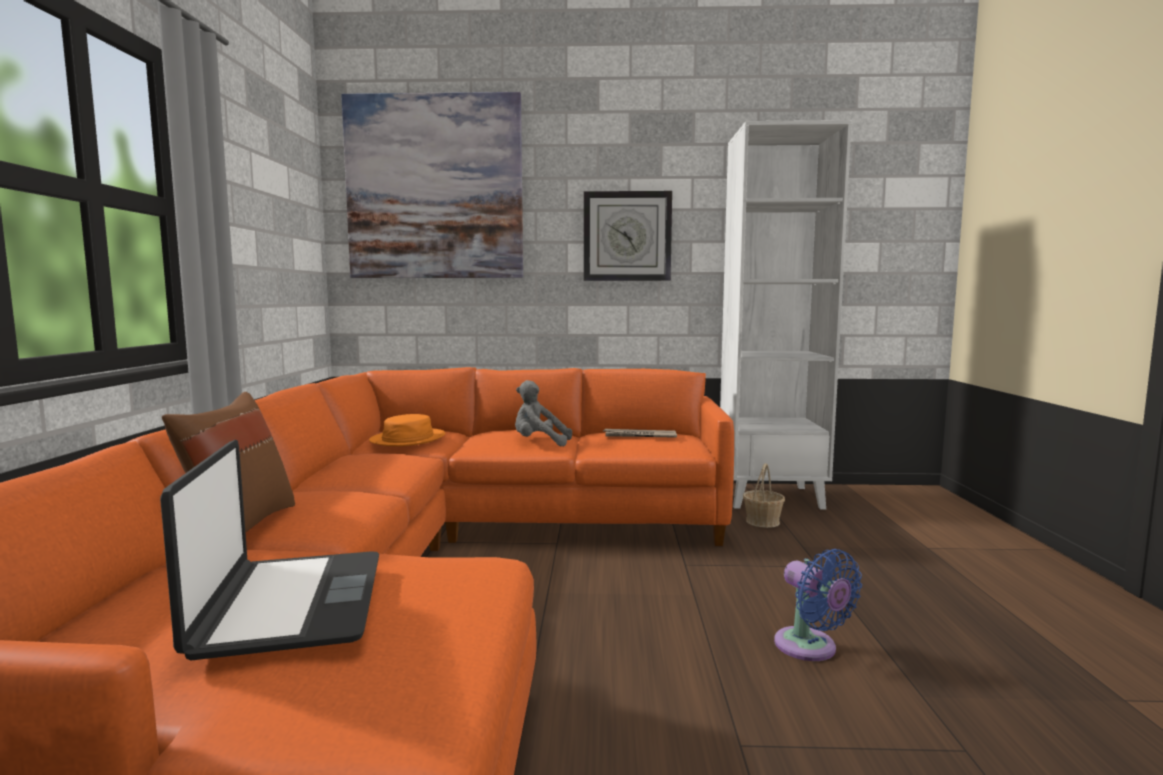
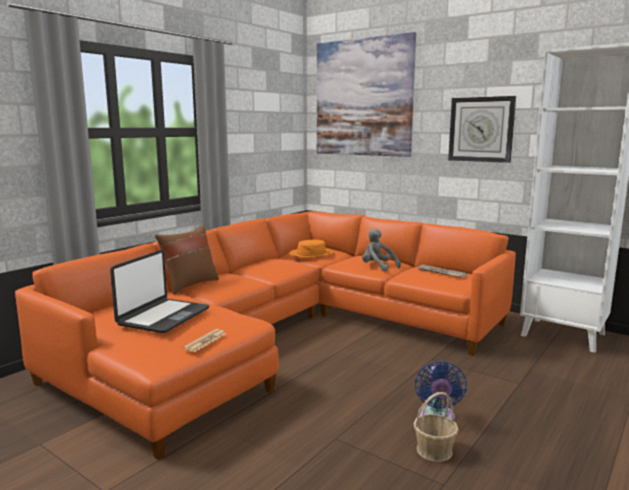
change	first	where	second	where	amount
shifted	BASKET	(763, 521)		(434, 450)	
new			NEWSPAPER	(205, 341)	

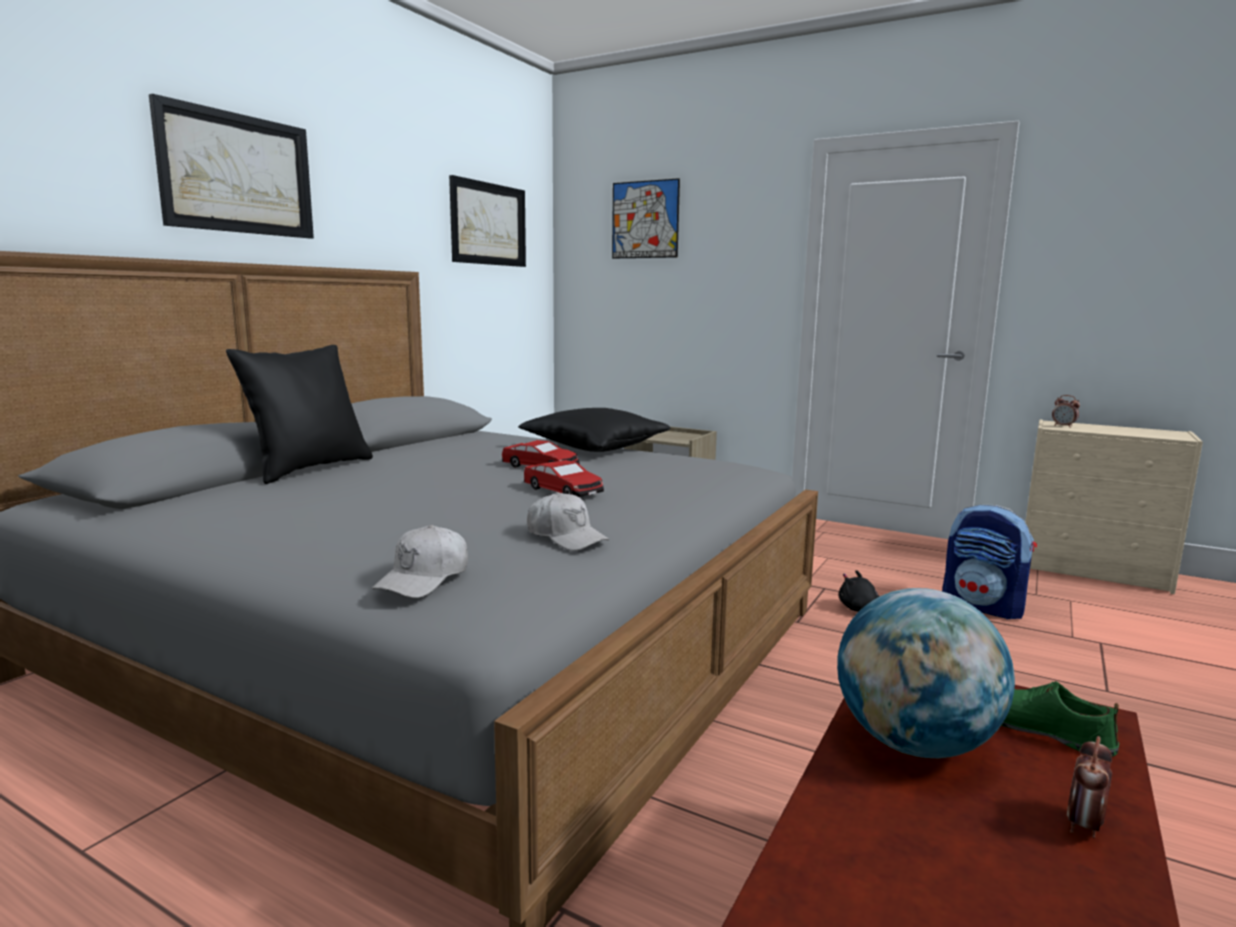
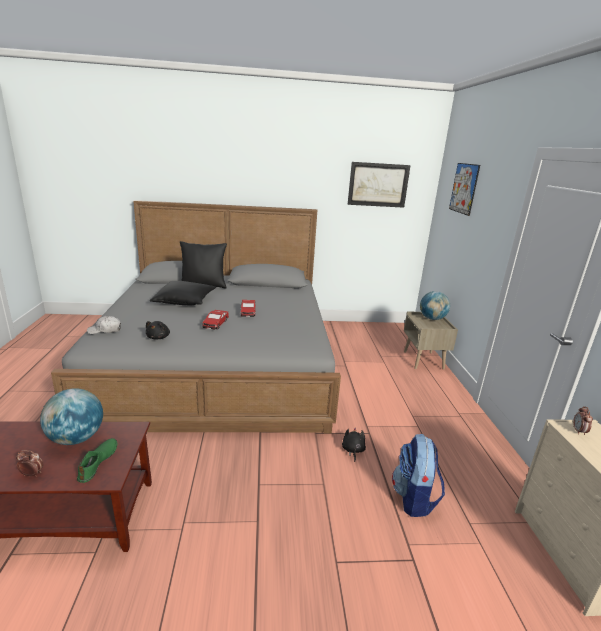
change	first	where	second	where	amount
gone	PICTURE	(237, 174)			
shifted	BLACK PILLOW	(594, 448)		(185, 301)	
swapped	WHITE CAP	(566, 537)	BLACK PLUSH TOY	(159, 337)	
new			GLOBE	(432, 319)	

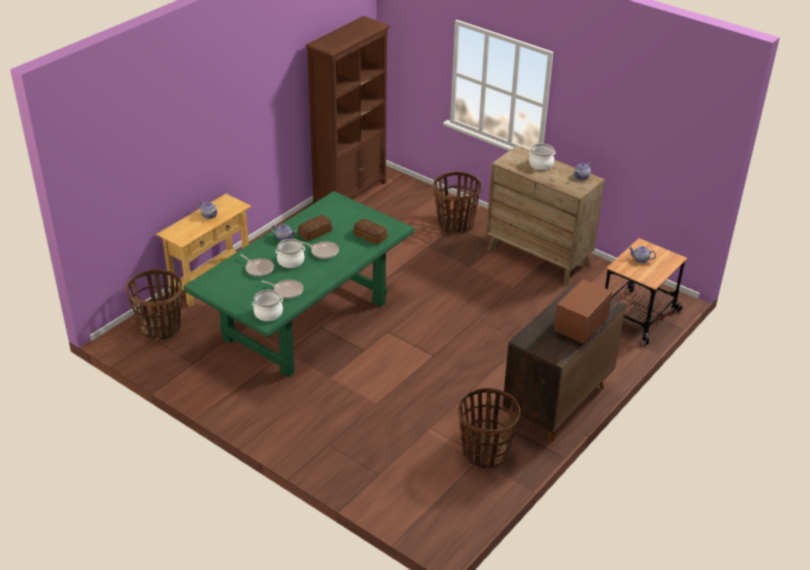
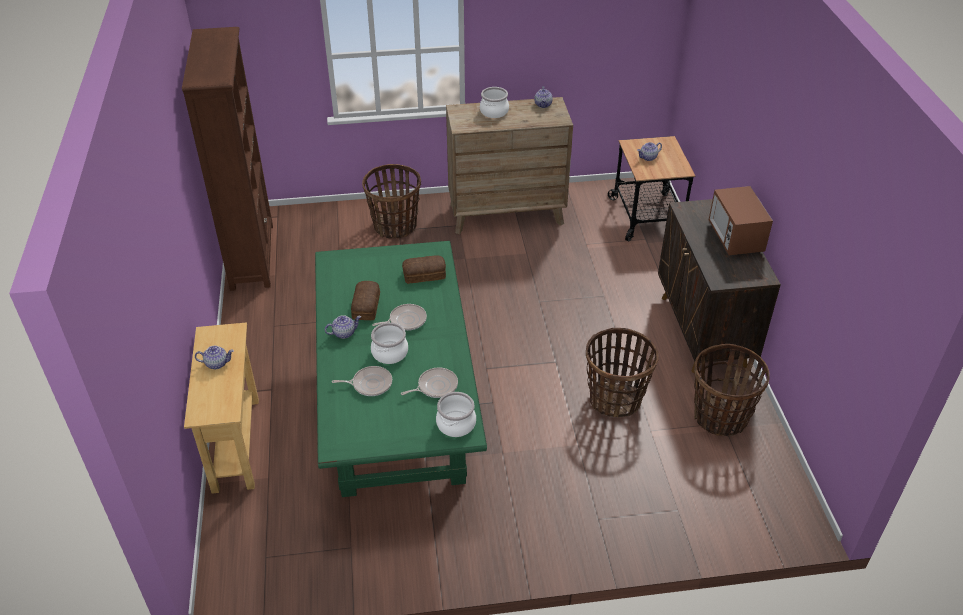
change	first	where	second	where	amount
shifted	BASKET	(160, 327)		(615, 399)	

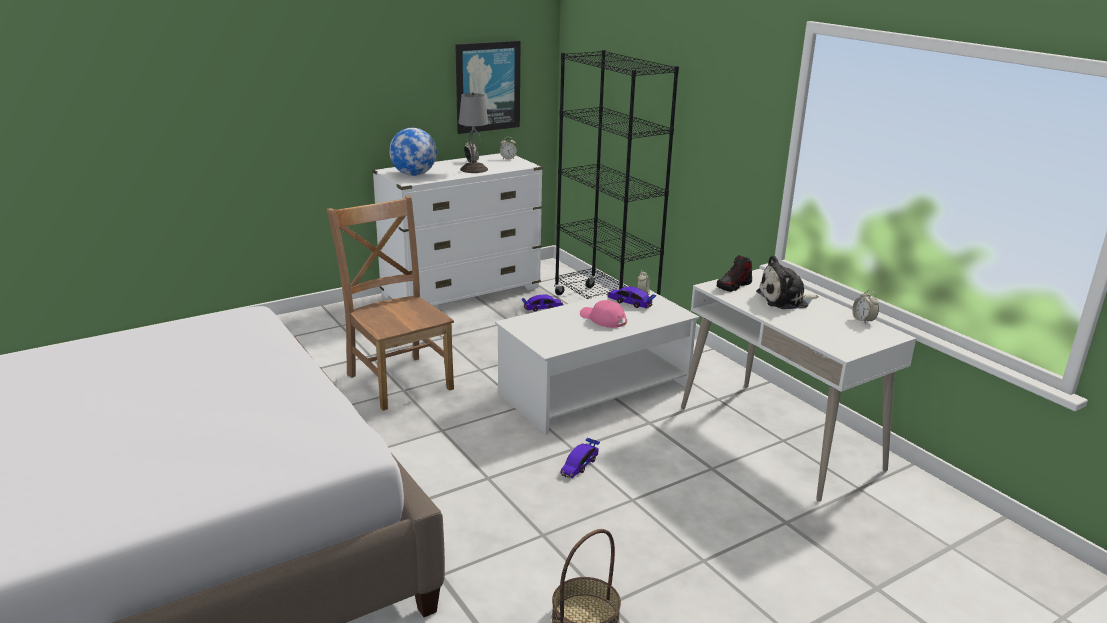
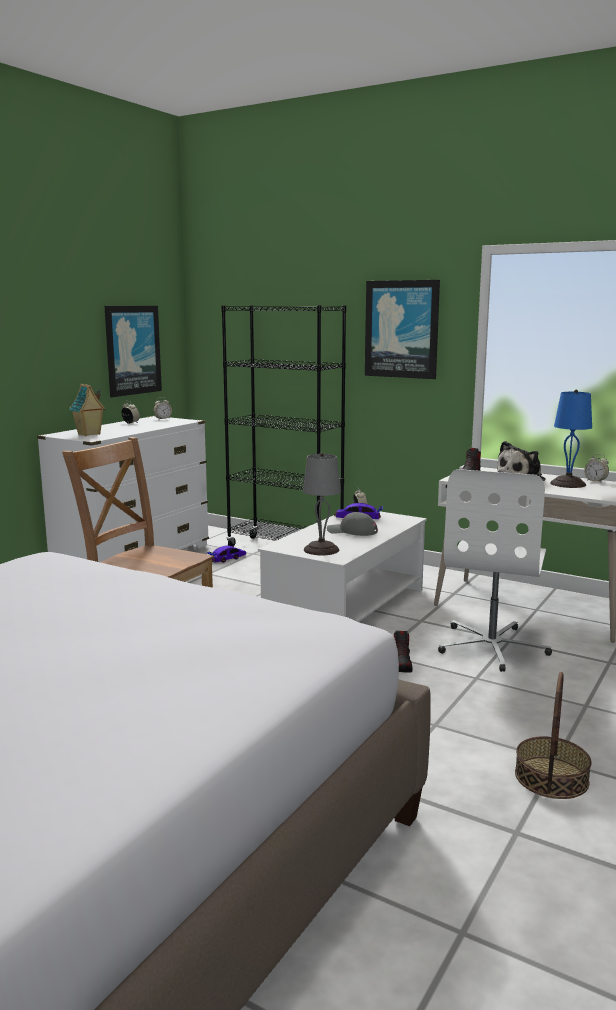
change	first	where	second	where	amount
swapped	GLOBE	(414, 174)	TOY HOUSE	(89, 434)	
shifted	GREY TABLE LAMP	(473, 169)		(321, 550)	
swapped	TOY CAR	(579, 465)	SHOE	(401, 664)	
repainted	PINK CAP	(602, 319)	GREY CAP	(352, 531)	
new			PICTURE	(402, 329)	
new			WHITE OFFICE CHAIR	(492, 646)	
new			BLUE TABLE LAMP	(567, 484)	

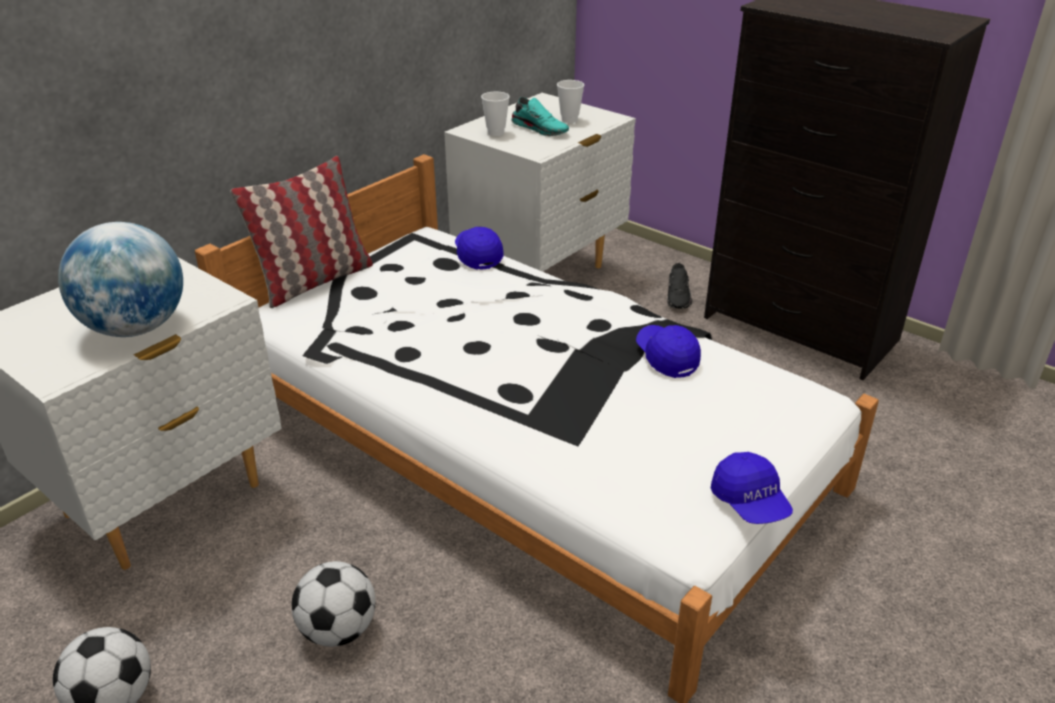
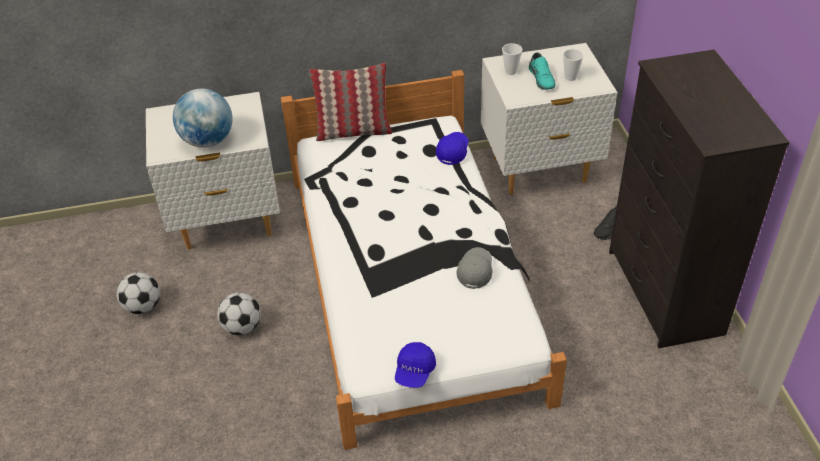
change	first	where	second	where	amount
repainted	BLUE CAP	(666, 358)	GREY CAP	(475, 272)	

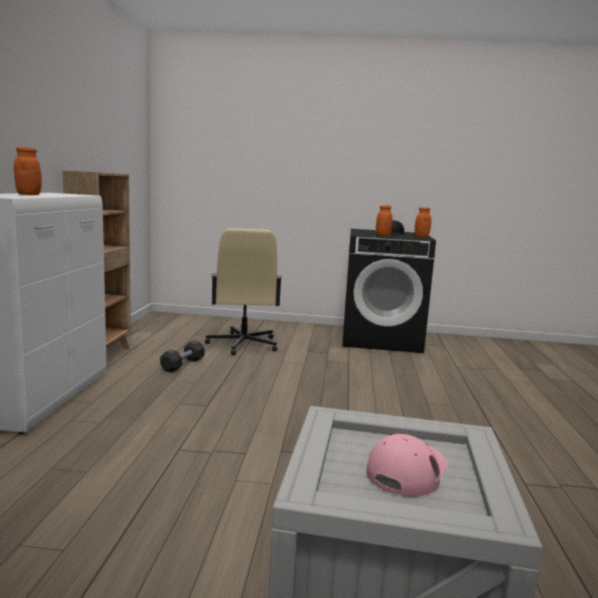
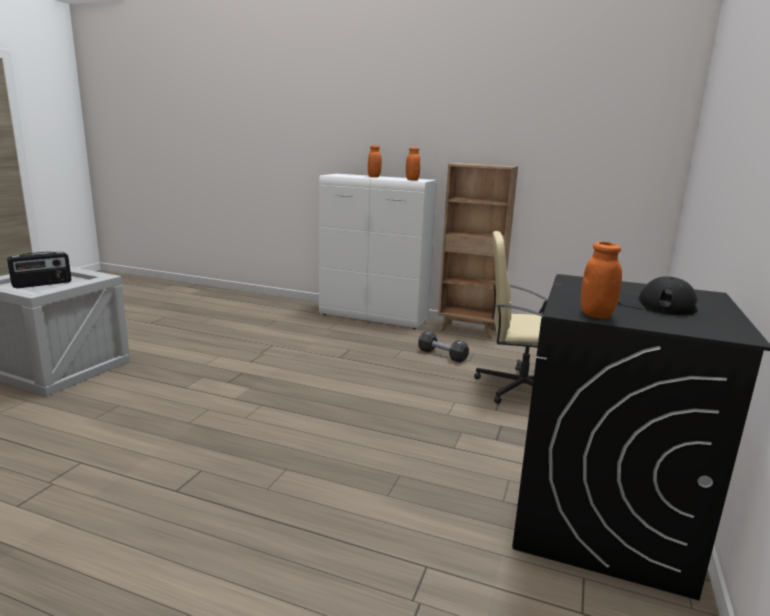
change	first	where	second	where	amount
swapped	PINK CAP	(408, 470)	RADIO	(42, 284)	
shifted	ORANGE JAR	(383, 235)		(412, 180)	

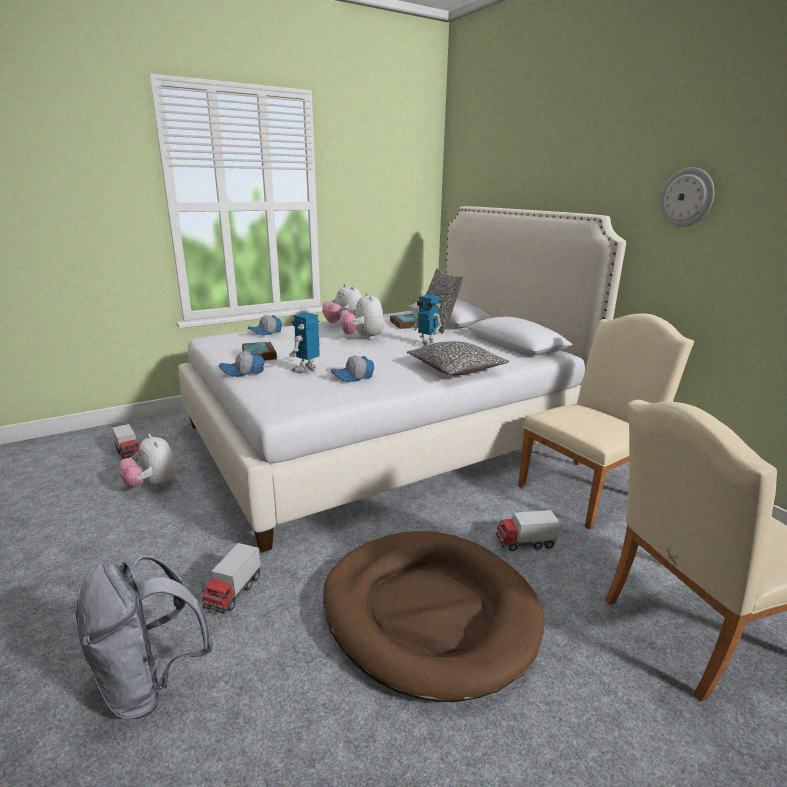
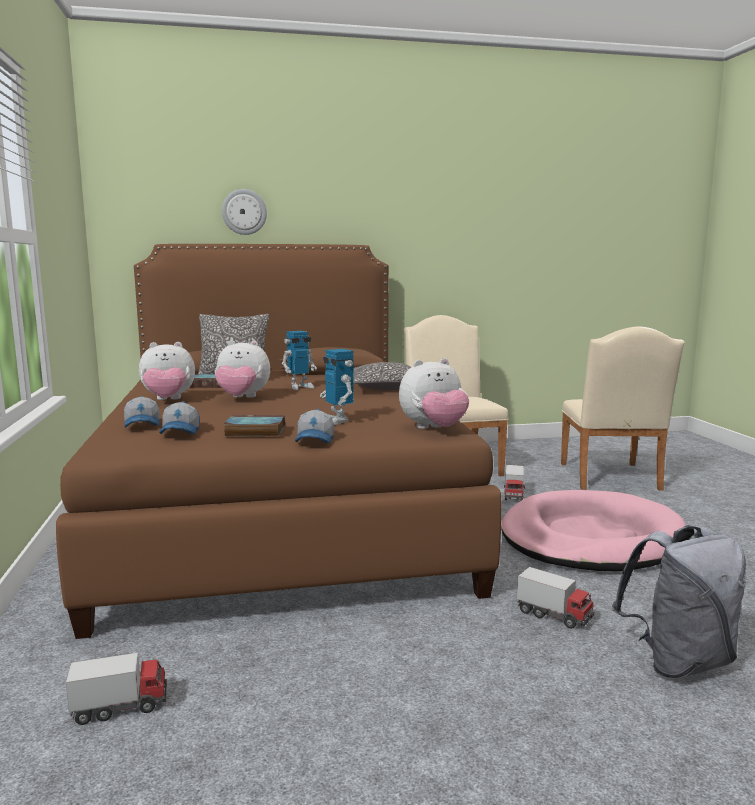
change	first	where	second	where	amount
shifted	PLUSH TOY	(153, 485)		(434, 429)	
repainted	WHITE BED	(384, 434)	BROWN BED	(279, 512)	
repainted	BROWN DOG BED	(429, 613)	PINK DOG BED	(590, 538)	
shifted	CAP	(353, 377)		(181, 431)	
shifted	WALL CLOCK	(687, 197)		(244, 212)	

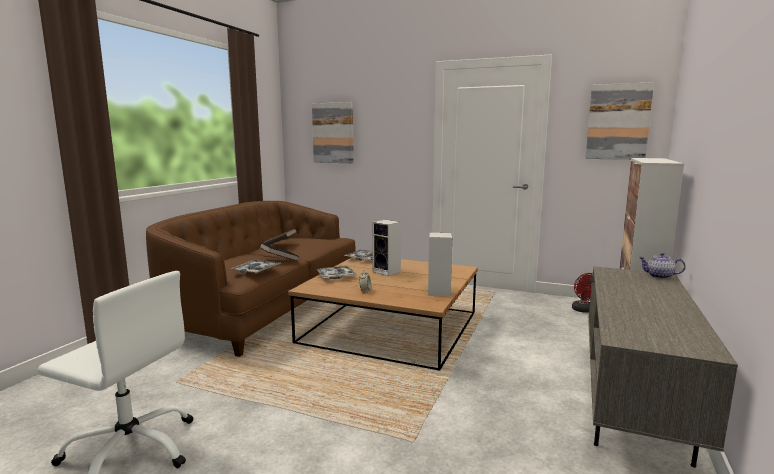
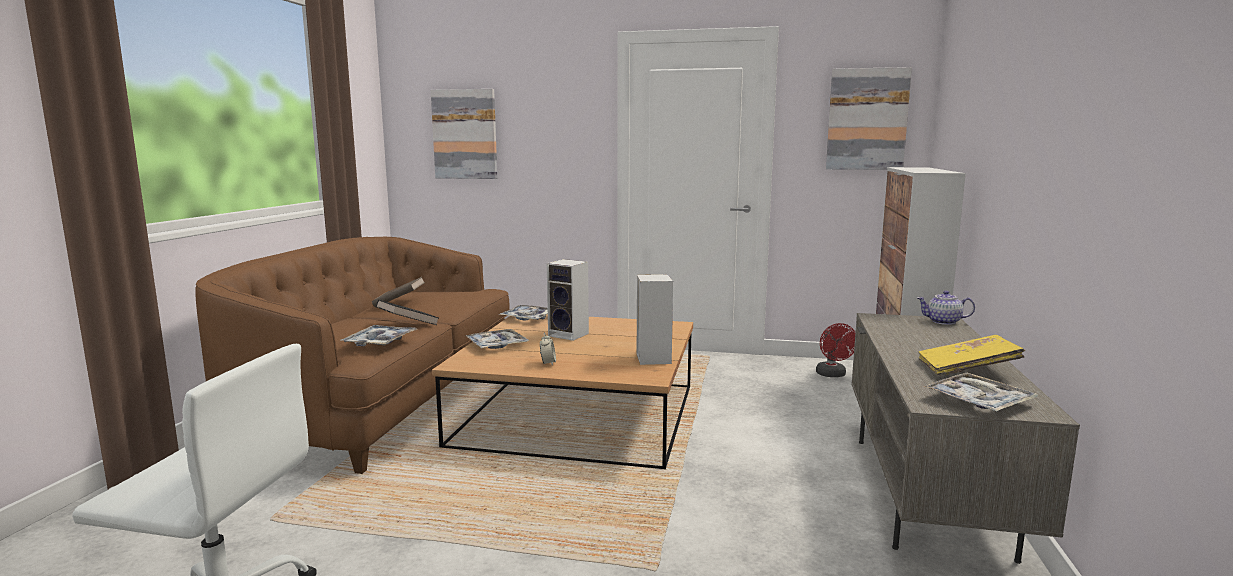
change	first	where	second	where	amount
new			YELLOW BOOK	(967, 370)	
new			TRAY	(979, 401)	

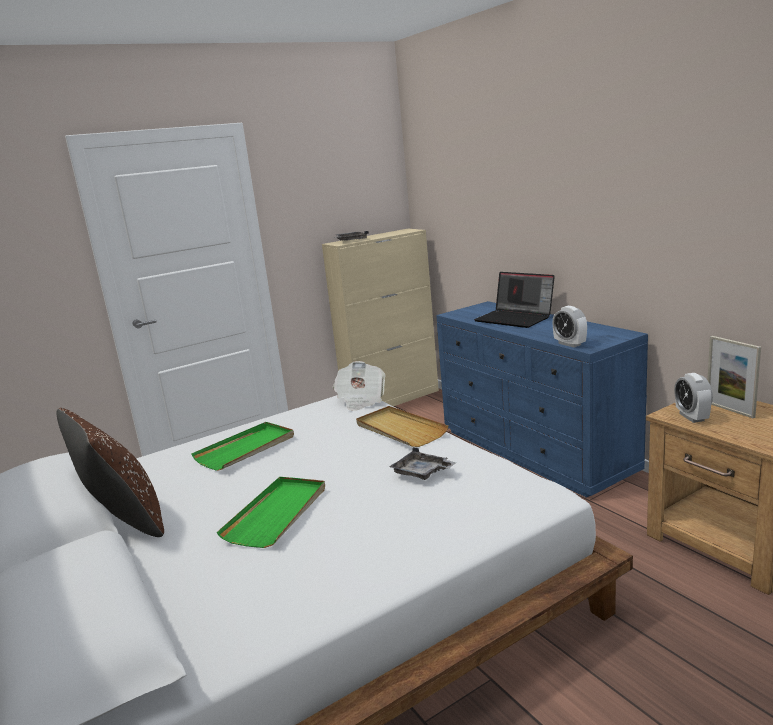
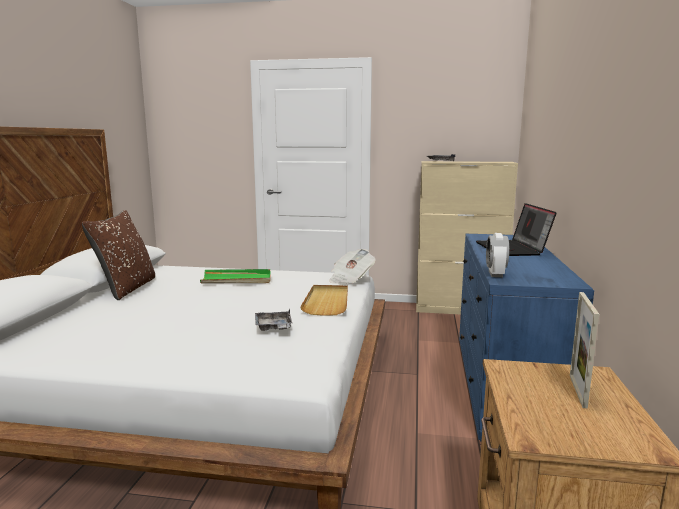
change	first	where	second	where	amount
gone	GREEN TRAY	(277, 514)			
gone	ALARM CLOCK	(691, 417)			

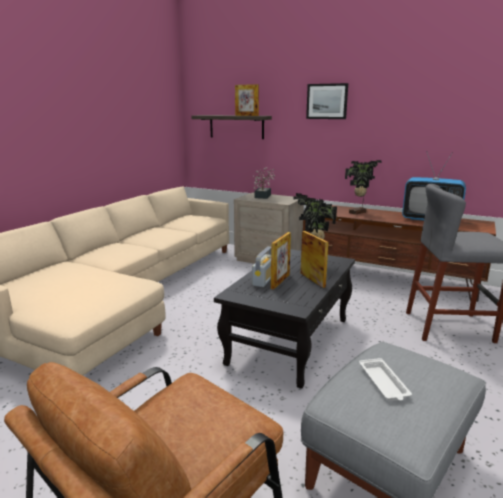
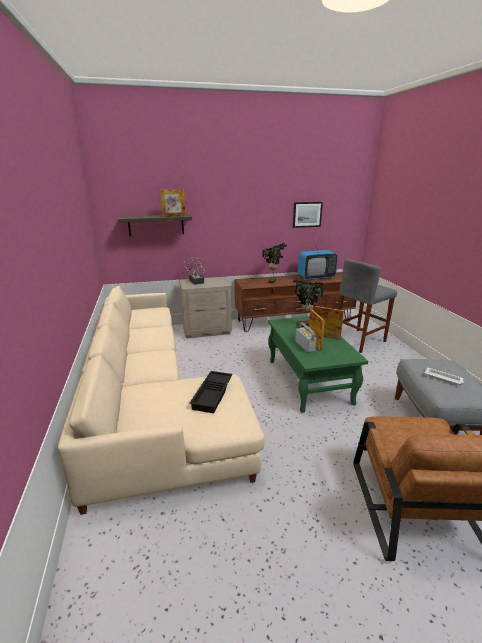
change	first	where	second	where	amount
repainted	BLACK COFFEE TABLE	(290, 340)	GREEN COFFEE TABLE	(308, 380)	
shifted	PICTURE	(327, 101)		(307, 214)	
new			BLACK TRAY	(213, 394)	

